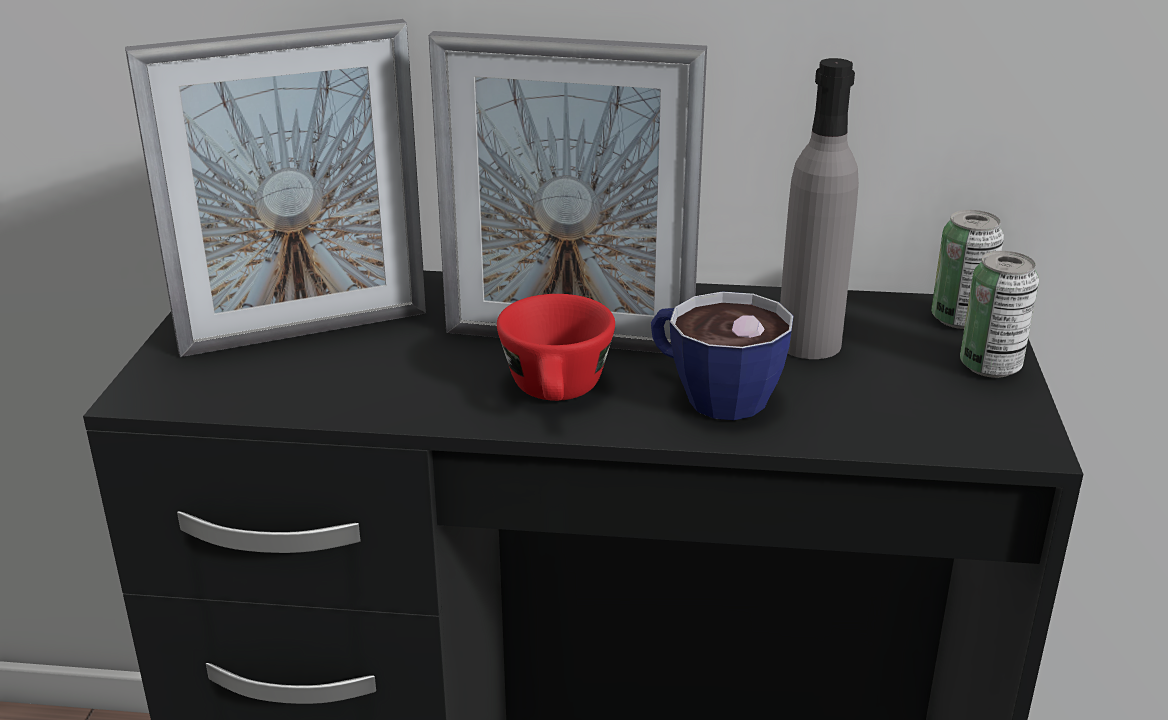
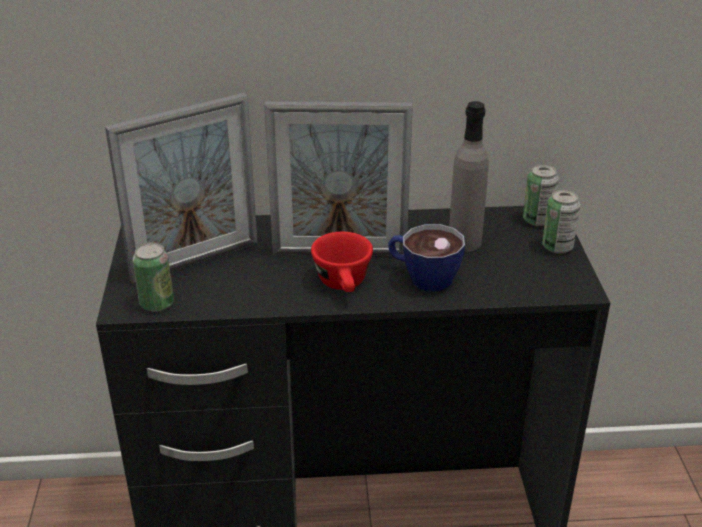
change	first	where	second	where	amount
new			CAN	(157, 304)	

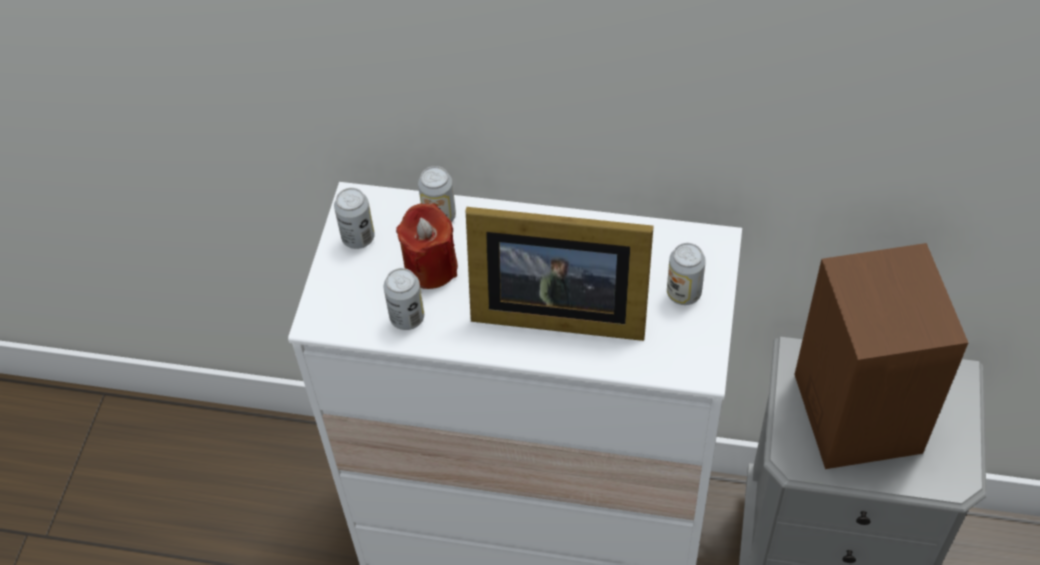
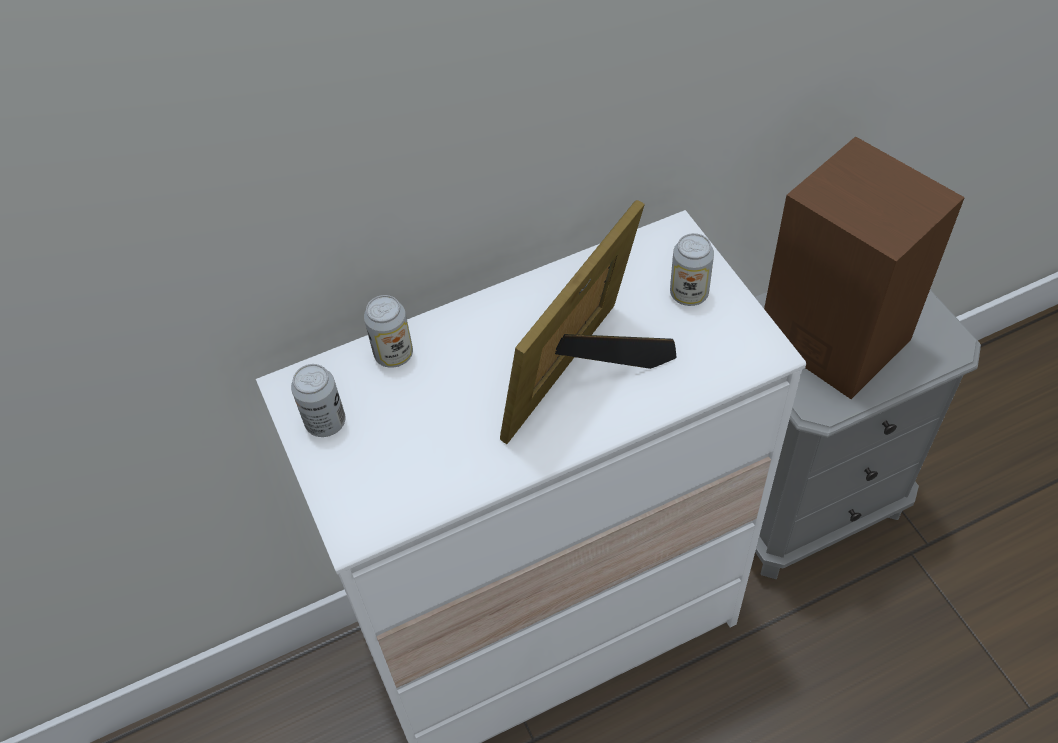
change	first	where	second	where	amount
gone	CAN	(407, 318)			
gone	RED CANDLE	(431, 267)			
rotated	PICTURE FRAME	(554, 309)		(585, 377)	150 degrees clockwise

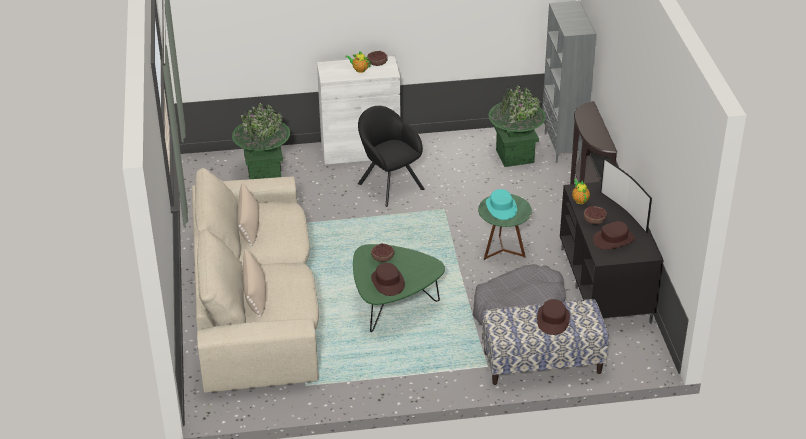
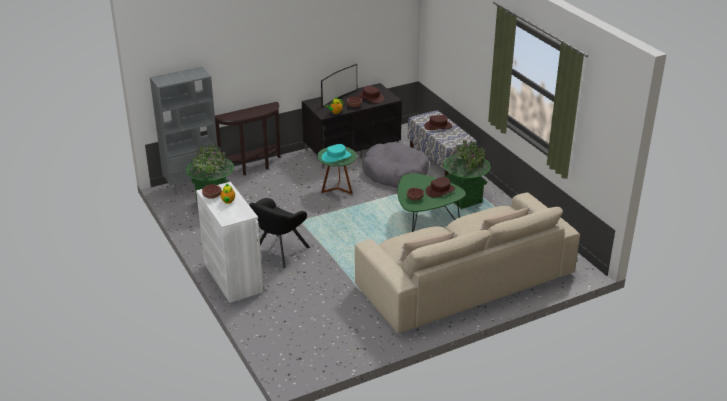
change	first	where	second	where	amount
shifted	GREEN PLANTER	(264, 174)		(464, 200)	

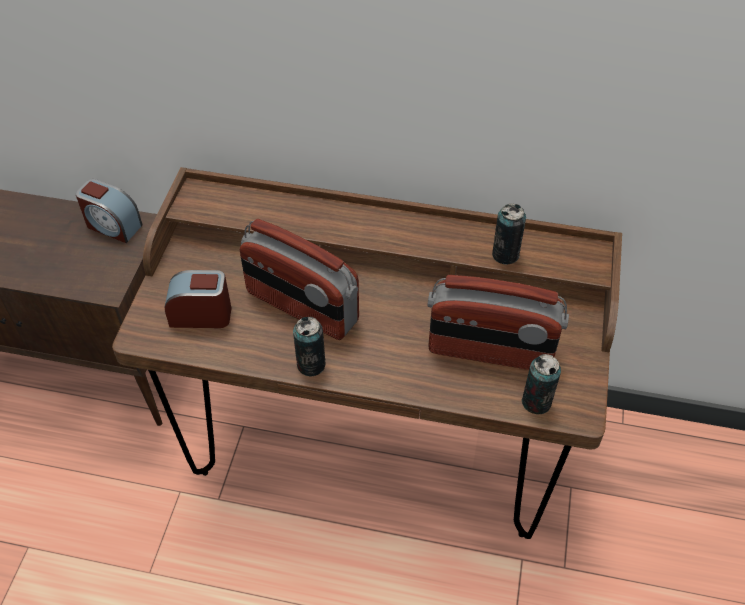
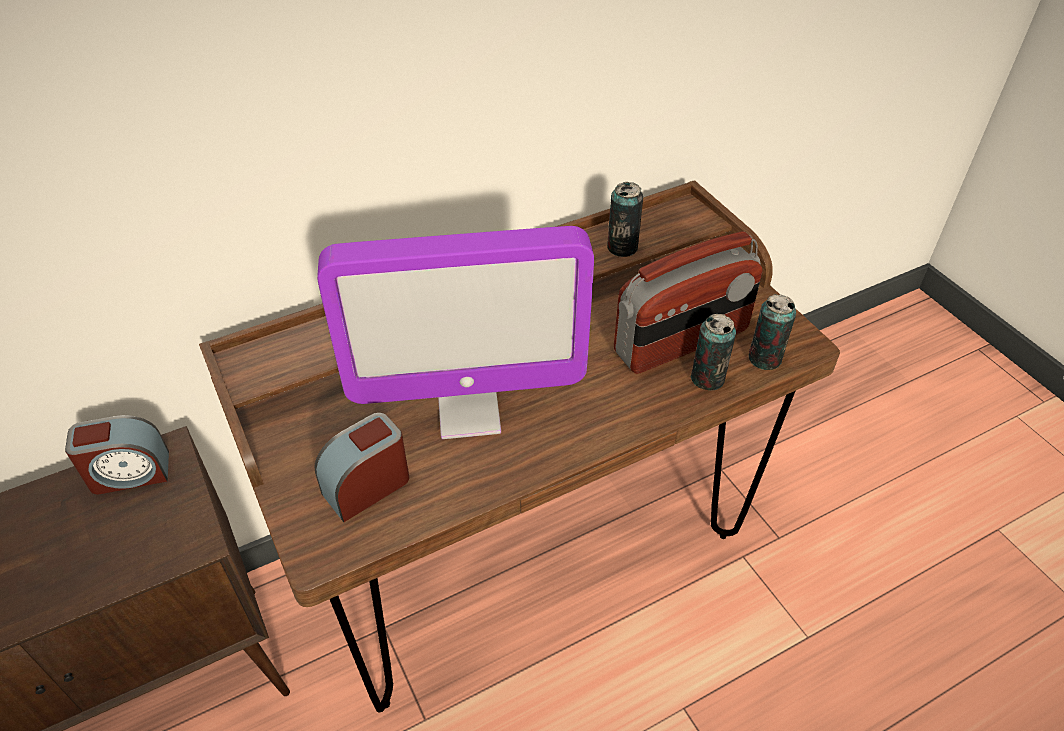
change	first	where	second	where	amount
swapped	RADIO	(301, 307)	MONITOR	(469, 411)	
shifted	CAN	(311, 364)		(707, 378)	

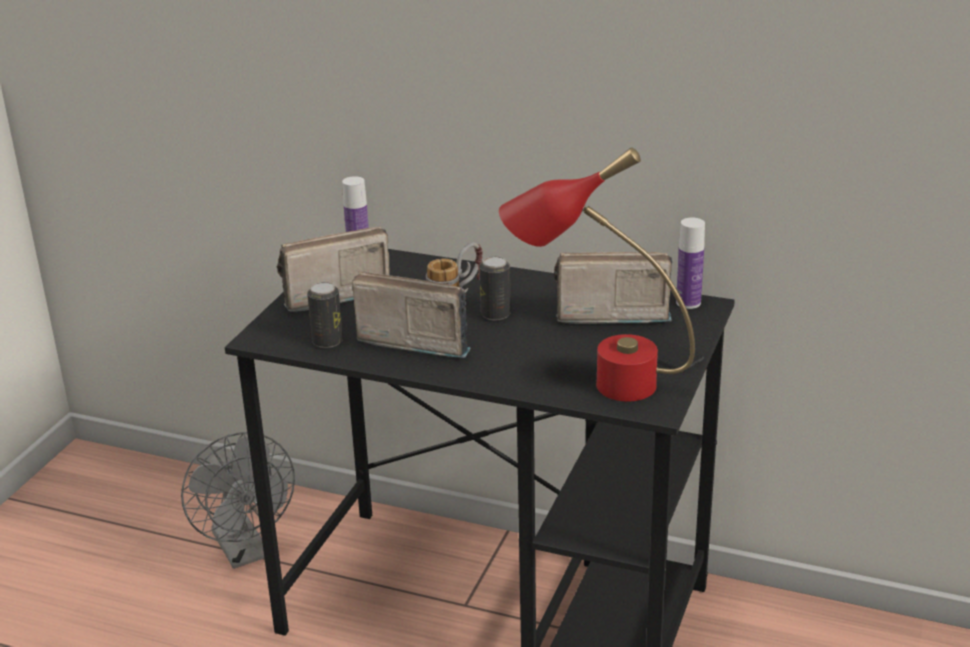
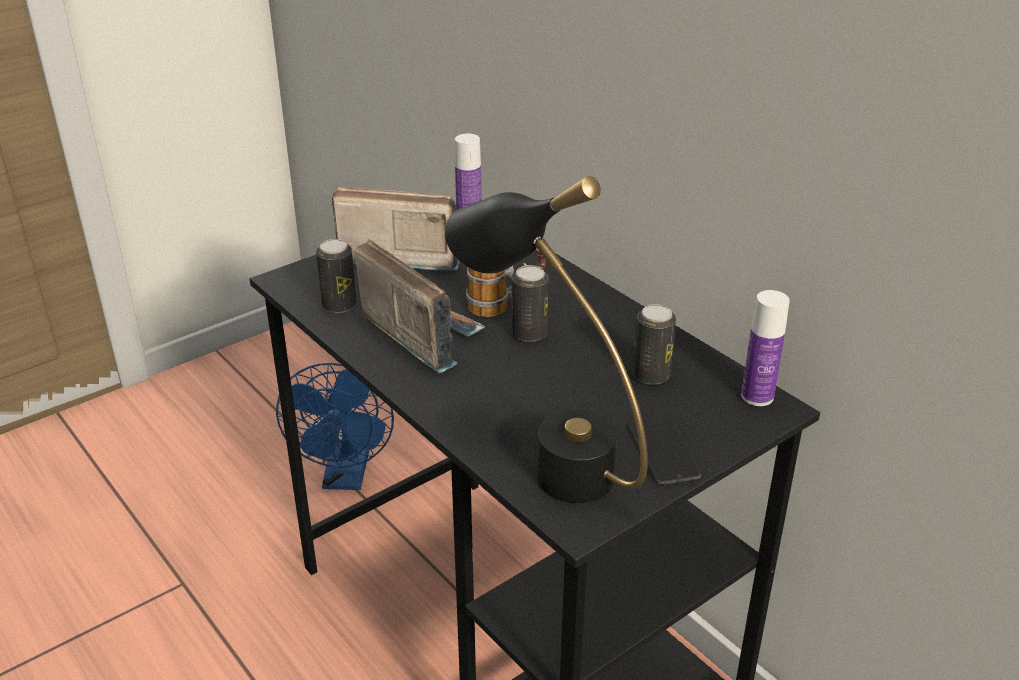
change	first	where	second	where	amount
repainted	GREY FAN	(246, 552)	BLUE FAN	(346, 477)	
repainted	RED TABLE LAMP	(596, 382)	BLACK TABLE LAMP	(547, 458)	
swapped	RADIO	(608, 312)	CAN	(651, 375)	

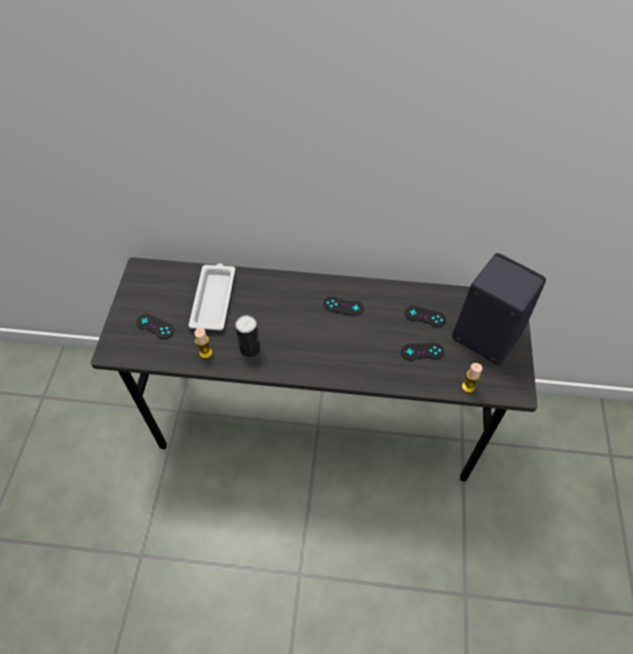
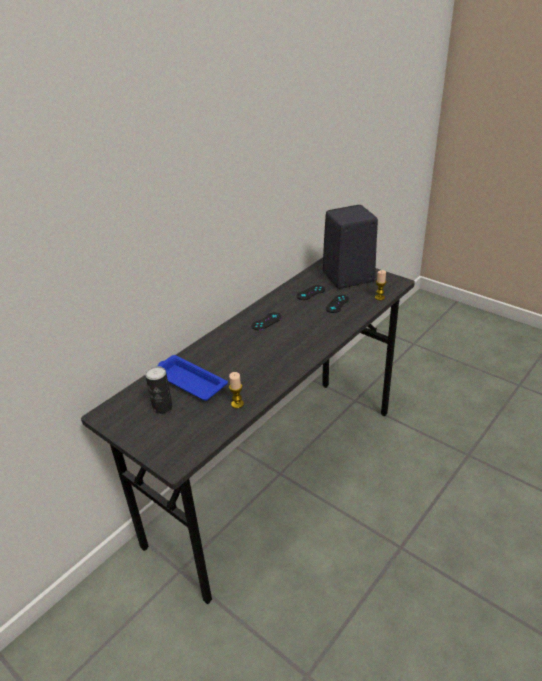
change	first	where	second	where	amount
gone	BLACK GAME CONTROLLER	(155, 326)			
repainted	WHITE TRAY	(214, 299)	BLUE TRAY	(188, 381)	
shifted	CAN	(250, 349)		(162, 407)	

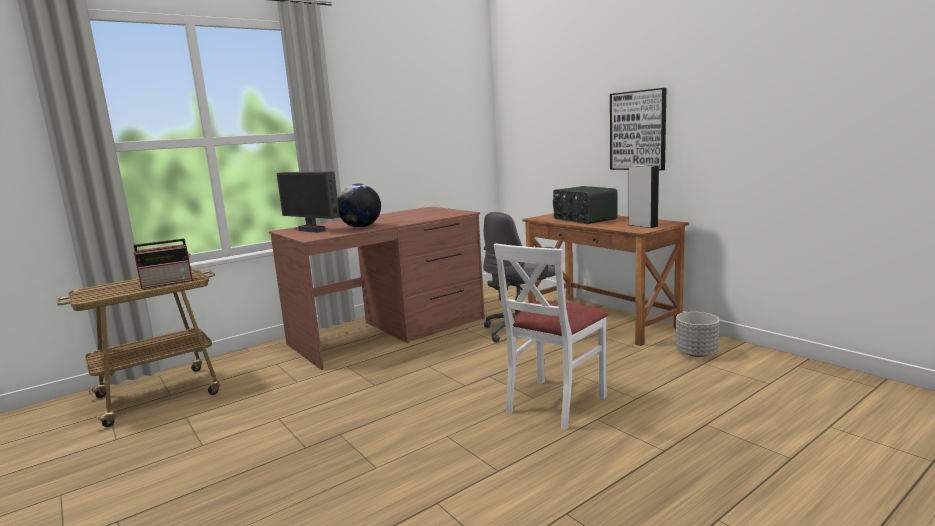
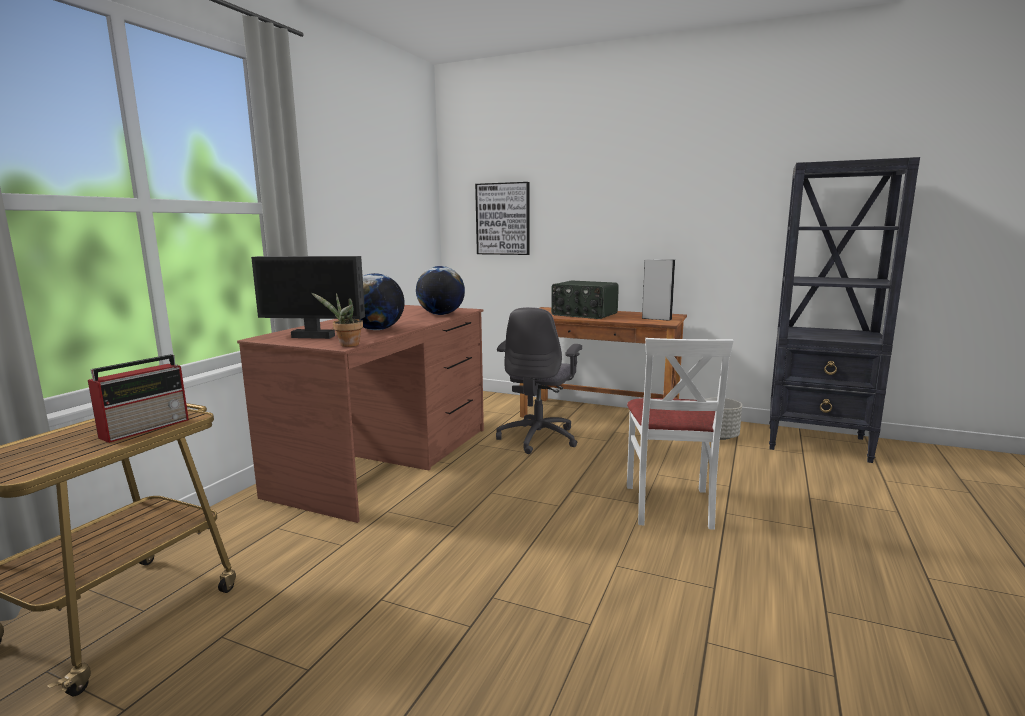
change	first	where	second	where	amount
shifted	PICTURE	(638, 130)		(503, 219)	
new			POTTED PLANT	(346, 345)	
new			GLOBE	(441, 314)	
new			BLACK BOOKCASE	(818, 444)	

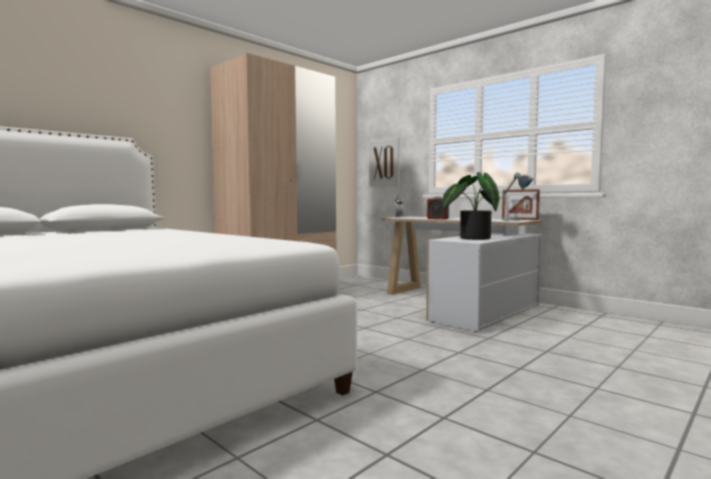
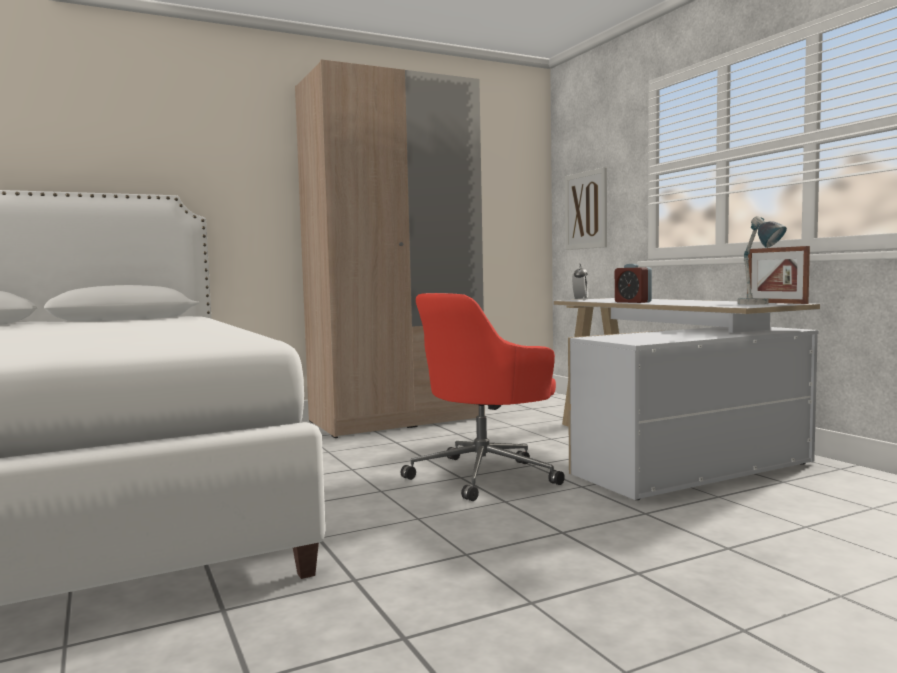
change	first	where	second	where	amount
gone	POTTED PLANT	(471, 238)			
new			RED OFFICE CHAIR	(484, 475)	

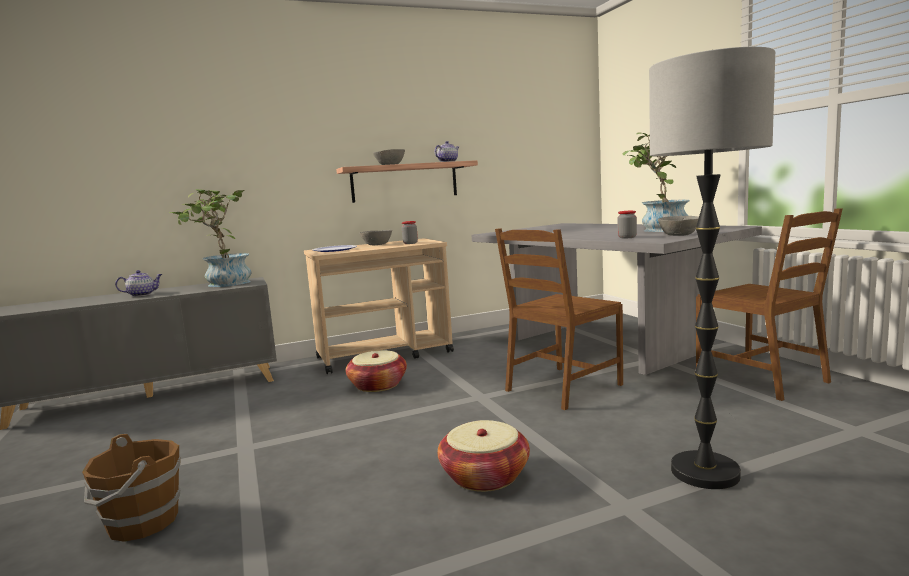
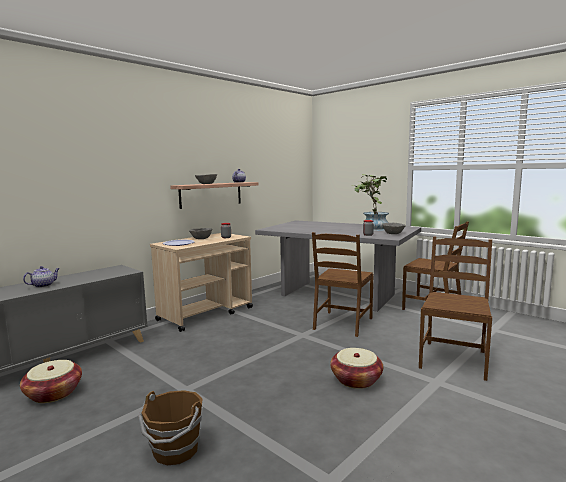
change	first	where	second	where	amount
gone	POTTED PLANT	(223, 284)			
shifted	BASKET	(378, 385)		(53, 393)	
swapped	FLOOR LAMP	(705, 472)	BROWN CHAIR	(453, 359)	

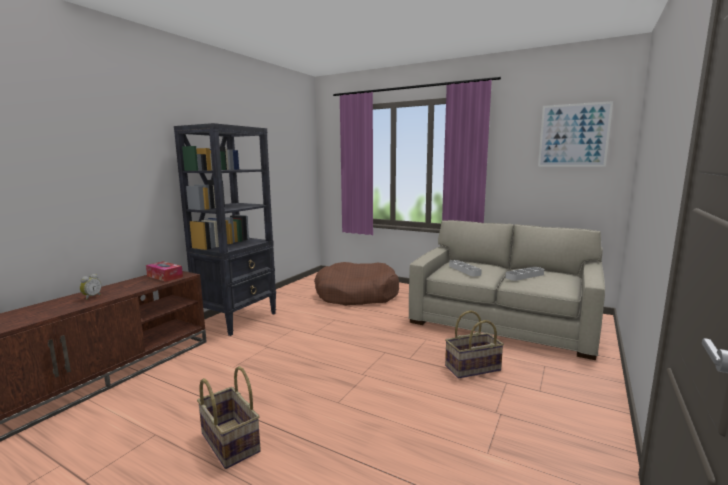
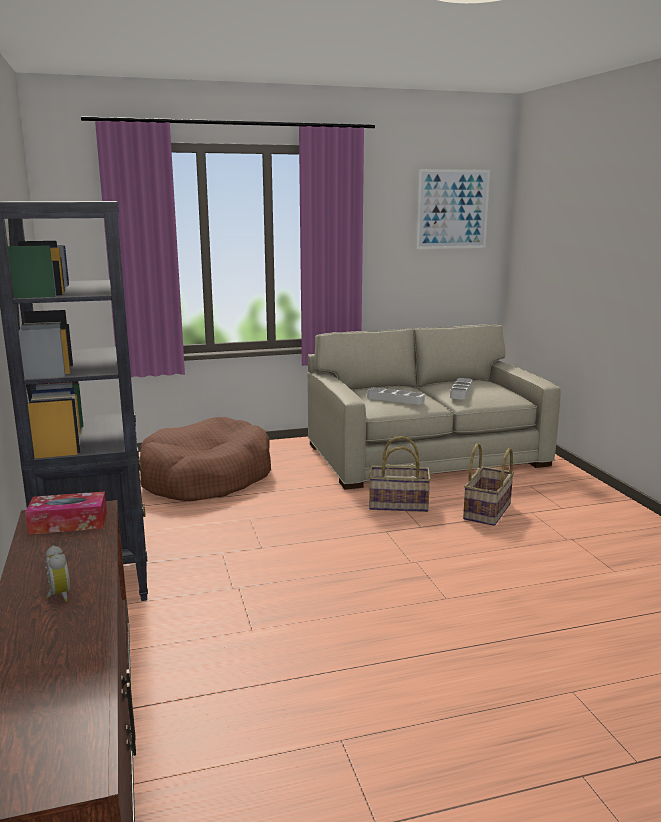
change	first	where	second	where	amount
shifted	BASKET	(228, 442)		(398, 505)	

